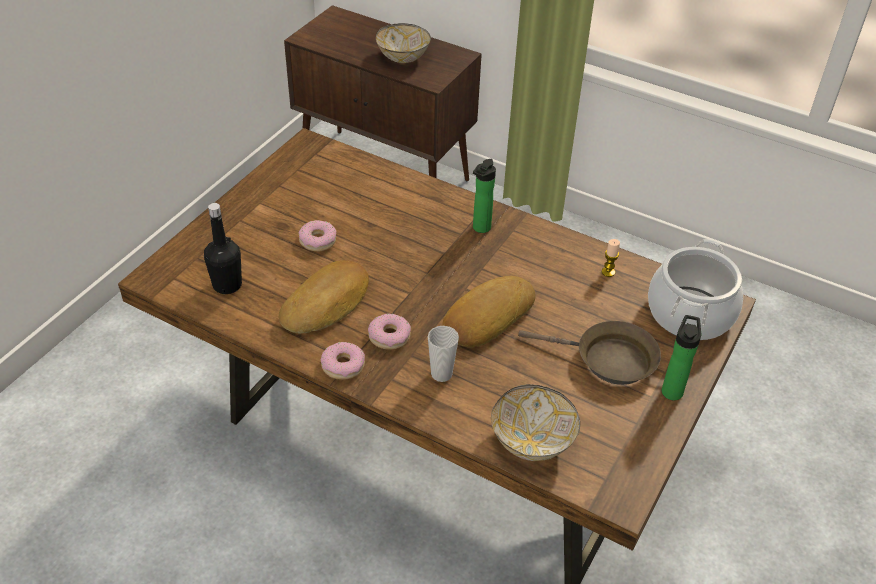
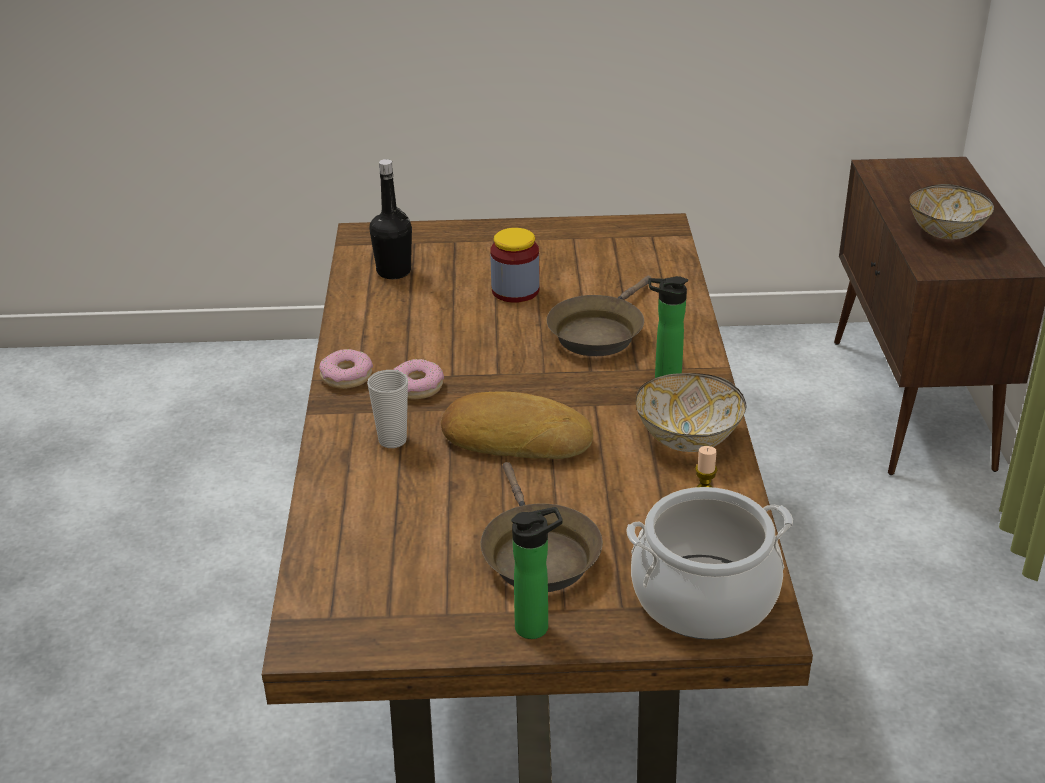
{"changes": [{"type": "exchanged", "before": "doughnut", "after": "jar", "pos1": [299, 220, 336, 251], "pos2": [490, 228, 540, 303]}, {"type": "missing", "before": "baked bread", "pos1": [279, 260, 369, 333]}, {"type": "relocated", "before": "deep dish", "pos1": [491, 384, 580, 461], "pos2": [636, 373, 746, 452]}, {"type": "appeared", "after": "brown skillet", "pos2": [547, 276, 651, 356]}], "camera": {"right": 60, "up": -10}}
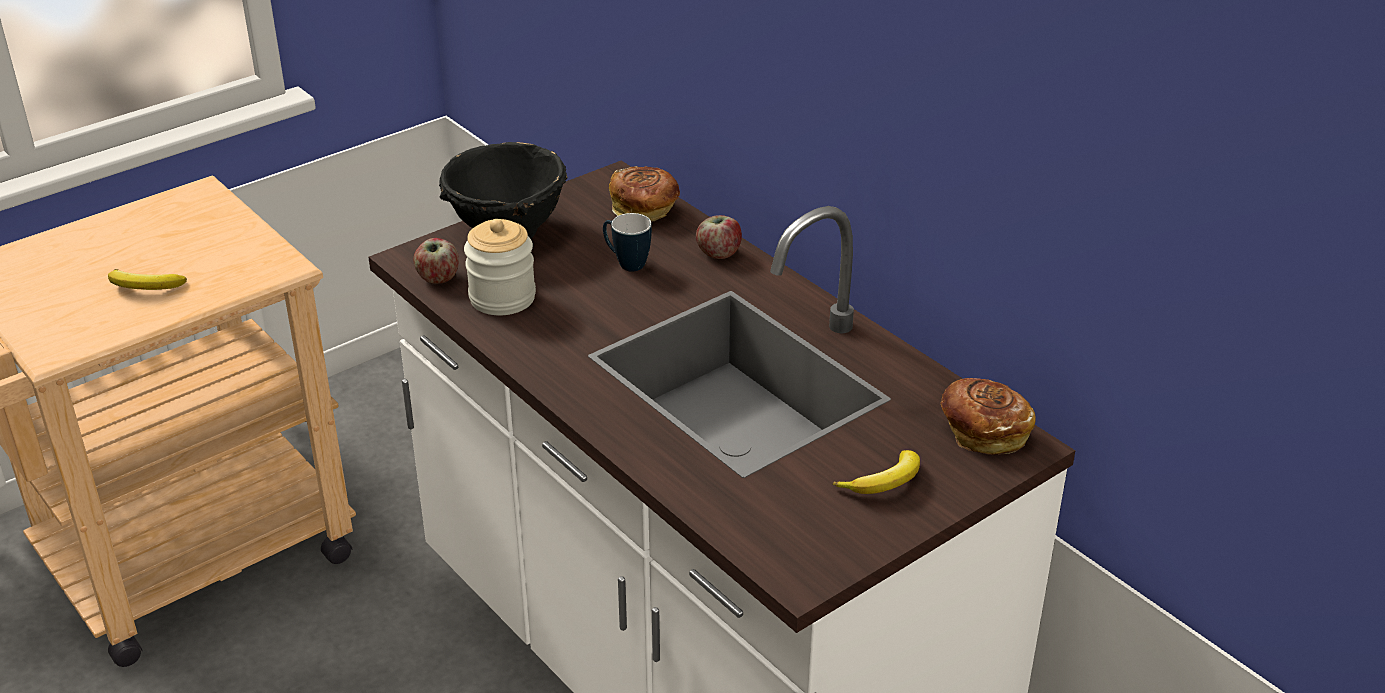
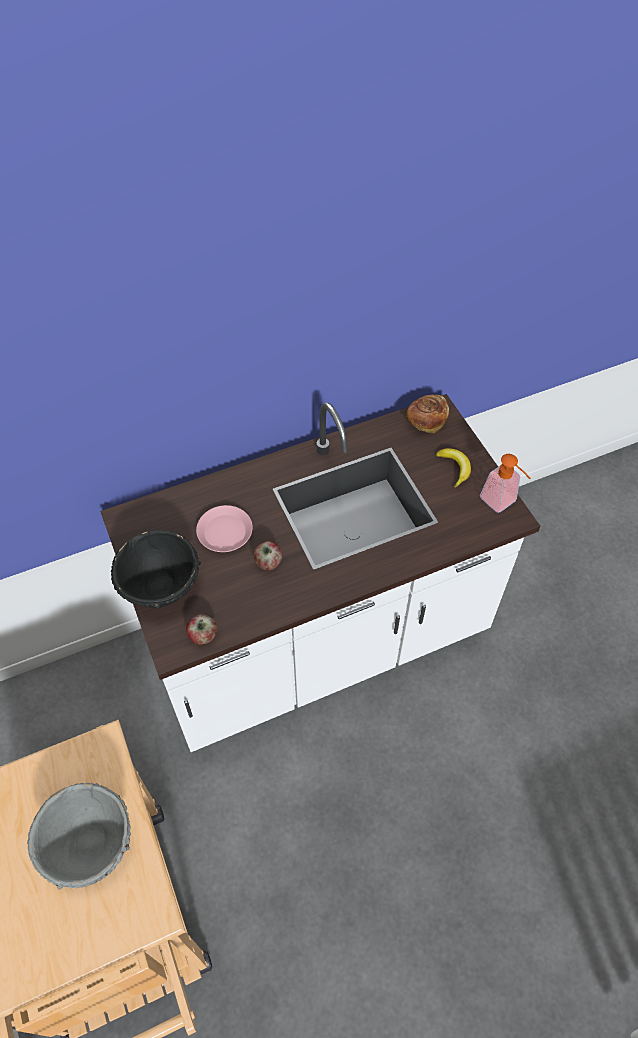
{"changes": [{"type": "missing", "before": "baked bread", "pos1": [609, 166, 680, 221]}, {"type": "exchanged", "before": "tea mug", "after": "pink-coloured dinner plate", "pos1": [603, 213, 652, 272], "pos2": [196, 505, 253, 552]}, {"type": "relocated", "before": "apple fruit", "pos1": [696, 215, 742, 259], "pos2": [254, 541, 282, 571]}, {"type": "missing", "before": "jar", "pos1": [464, 219, 536, 315]}, {"type": "exchanged", "before": "banana", "after": "greyish deep dish", "pos1": [108, 269, 187, 290], "pos2": [27, 783, 131, 890]}, {"type": "appeared", "after": "liquid soap bottle", "pos2": [480, 454, 531, 513]}], "camera": {"right": -75, "up": 20}}
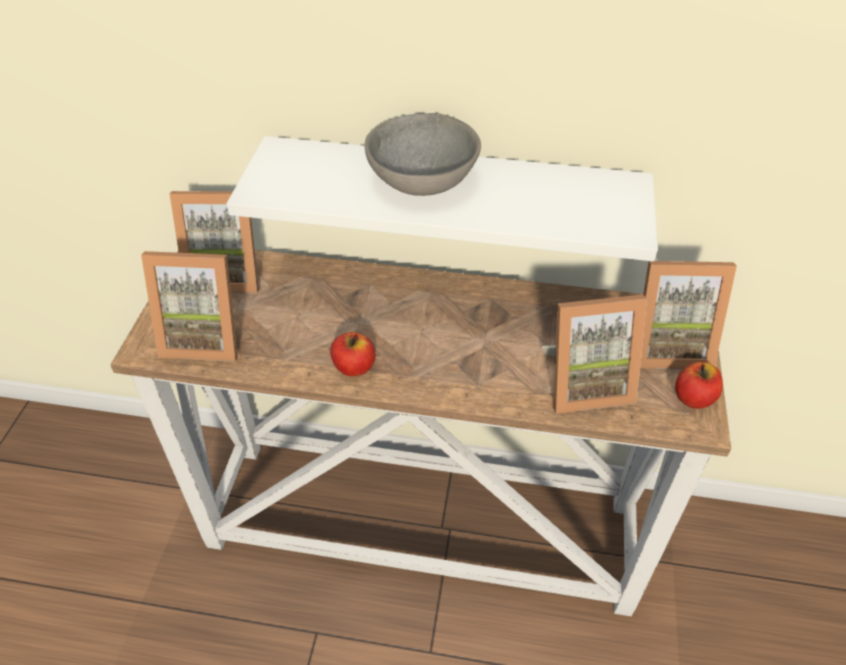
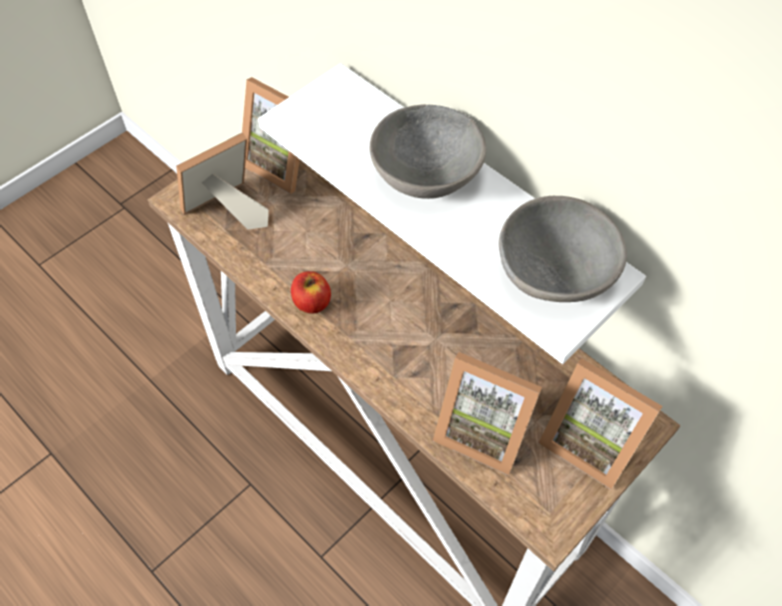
{"changes": [{"type": "spun", "before": "picture frame", "pos1": [141, 251, 238, 362], "pos2": [176, 132, 269, 230], "turn": 105}, {"type": "missing", "before": "apple fruit", "pos1": [675, 362, 723, 409]}, {"type": "appeared", "after": "greyish deep dish", "pos2": [499, 196, 627, 302]}], "camera": {"right": 35, "up": 10}}
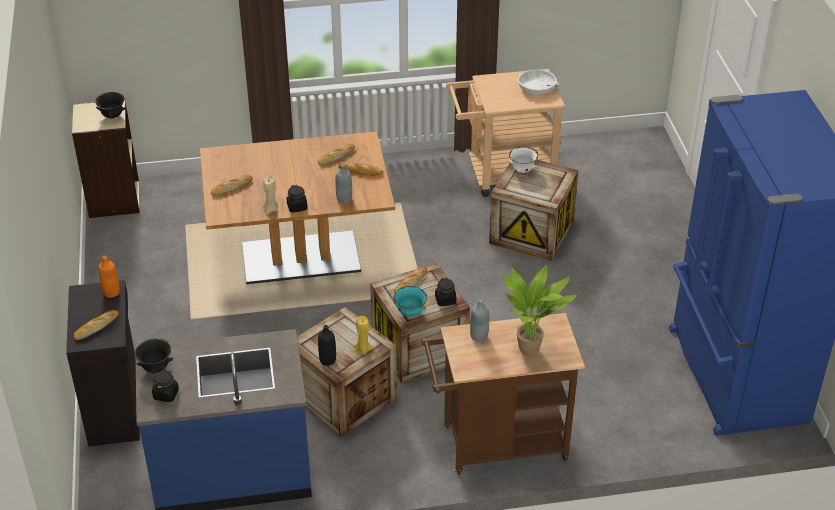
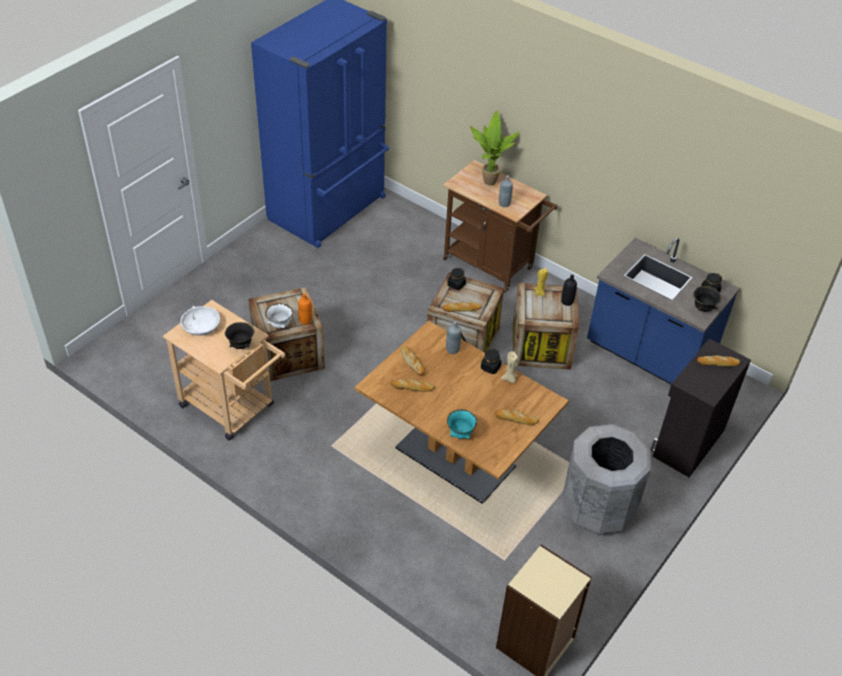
{"changes": [{"type": "relocated", "before": "blackish deep dish", "pos1": [95, 92, 126, 119], "pos2": [225, 322, 255, 349]}, {"type": "relocated", "before": "orange beverage bottle", "pos1": [98, 256, 120, 298], "pos2": [298, 293, 313, 325]}, {"type": "relocated", "before": "blue-green deep dish", "pos1": [394, 286, 428, 316], "pos2": [447, 409, 477, 439]}, {"type": "appeared", "after": "greyish rubbish bin", "pos2": [563, 424, 651, 536]}], "camera": {"right": -135, "up": 5}}
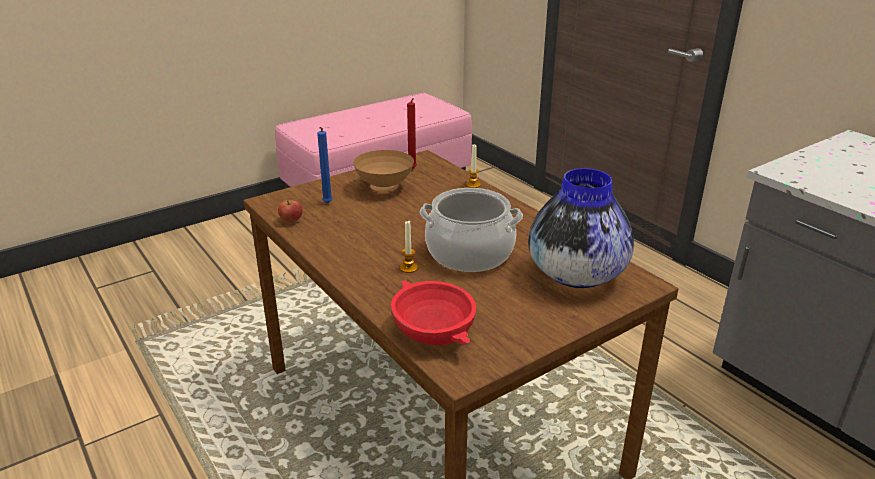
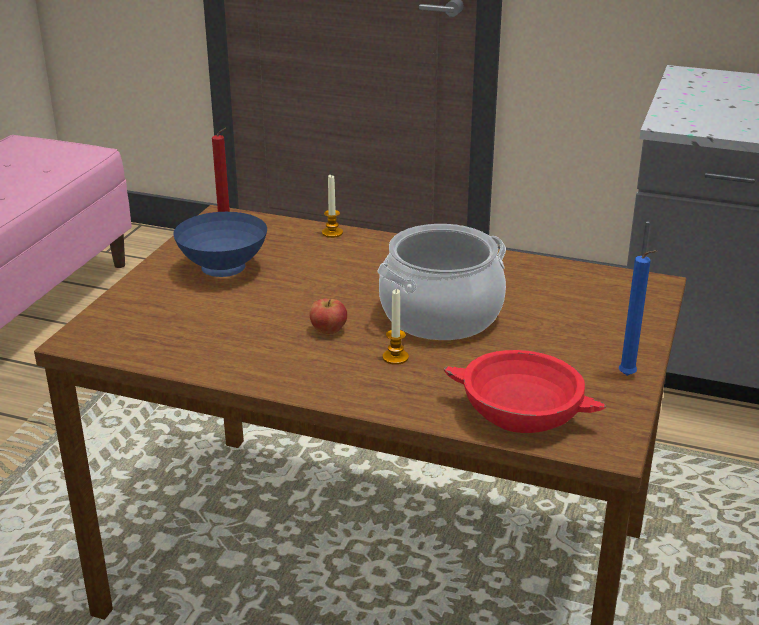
{"changes": [{"type": "relocated", "before": "blue-coloured wax candle", "pos1": [317, 127, 333, 203], "pos2": [619, 250, 657, 376]}, {"type": "colour", "before": "brown deep dish", "after": "blue-coloured deep dish", "pos1": [353, 150, 414, 192], "pos2": [173, 212, 267, 277]}, {"type": "missing", "before": "flower vase", "pos1": [528, 168, 634, 288]}, {"type": "relocated", "before": "apple fruit", "pos1": [278, 200, 302, 223], "pos2": [309, 299, 347, 334]}], "camera": {"right": -35, "up": 0}}
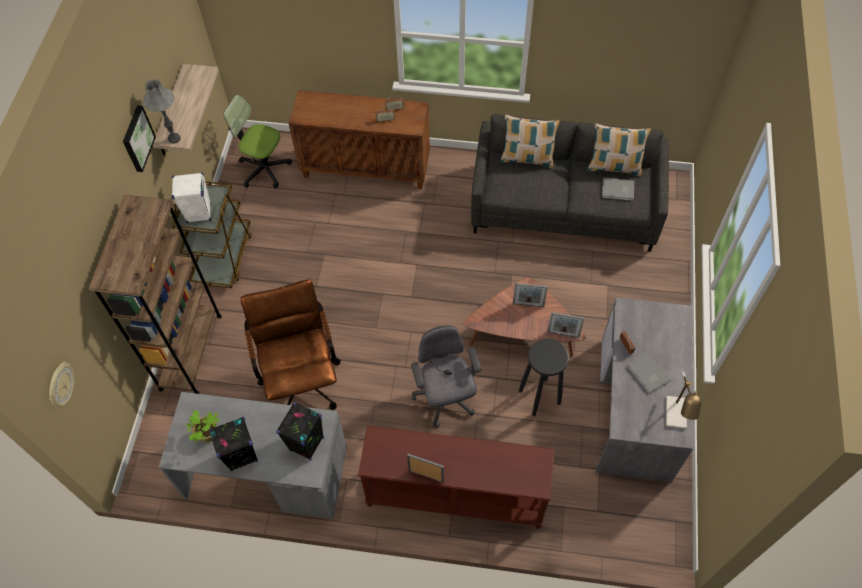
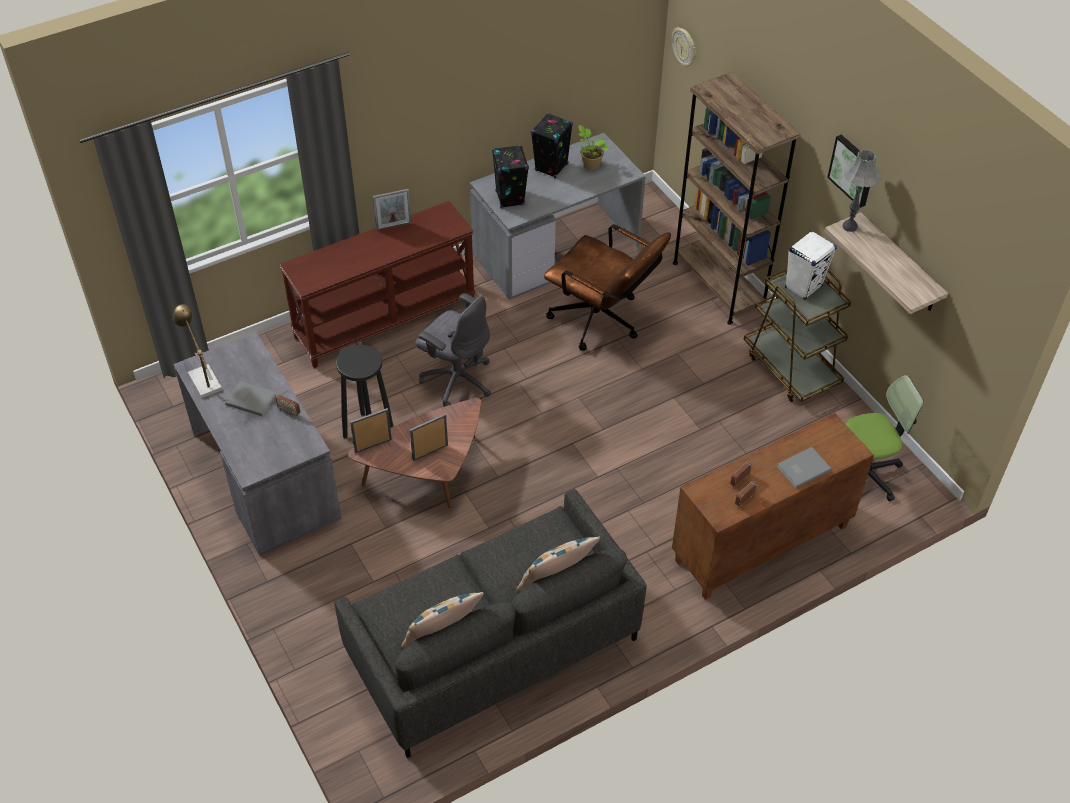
{"changes": [{"type": "relocated", "before": "greyish bound book", "pos1": [602, 178, 634, 201], "pos2": [777, 447, 831, 488]}], "camera": {"right": 140, "up": -10}}
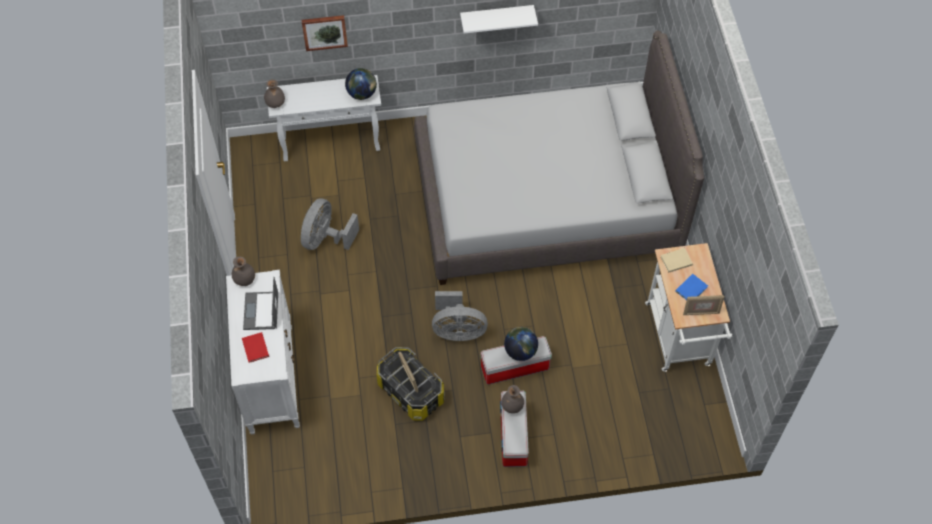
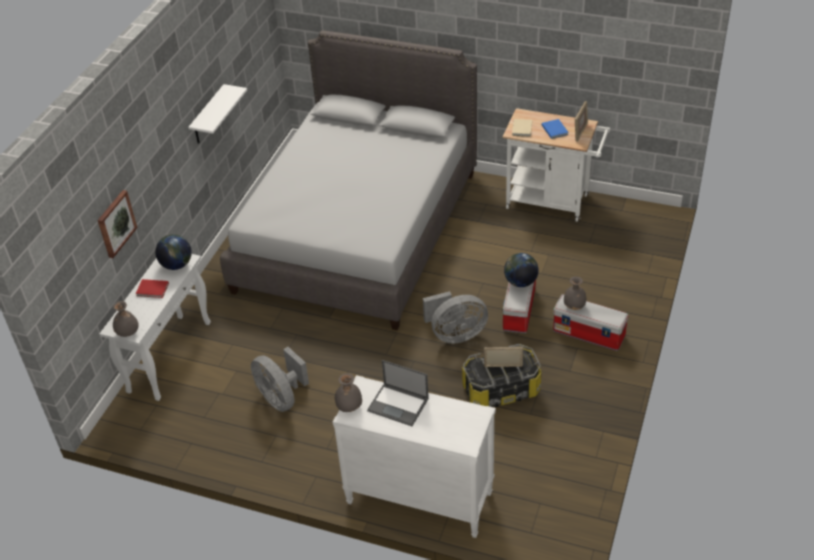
{"changes": [{"type": "spun", "before": "greyish electric fan", "pos1": [432, 291, 488, 341], "pos2": [423, 291, 488, 343], "turn": 45}, {"type": "relocated", "before": "reddish bound book", "pos1": [242, 332, 269, 363], "pos2": [136, 279, 169, 298]}], "camera": {"right": -60, "up": -15}}
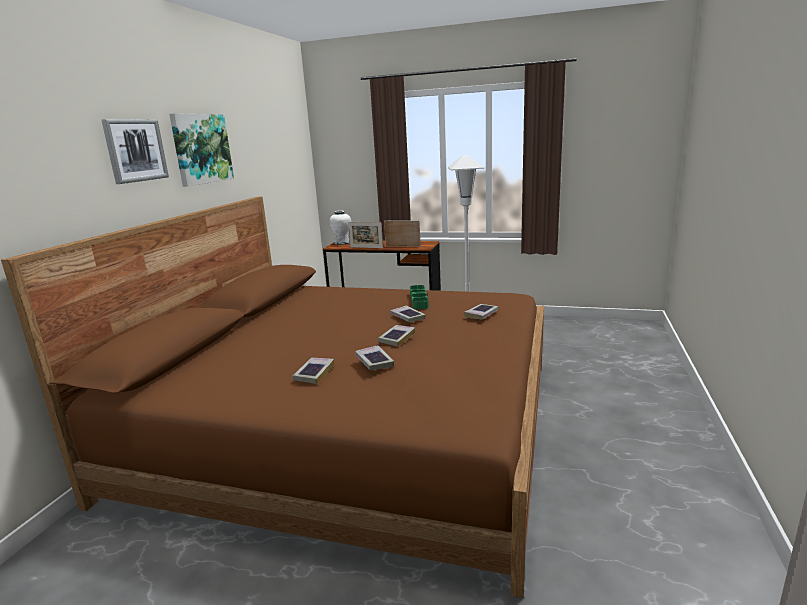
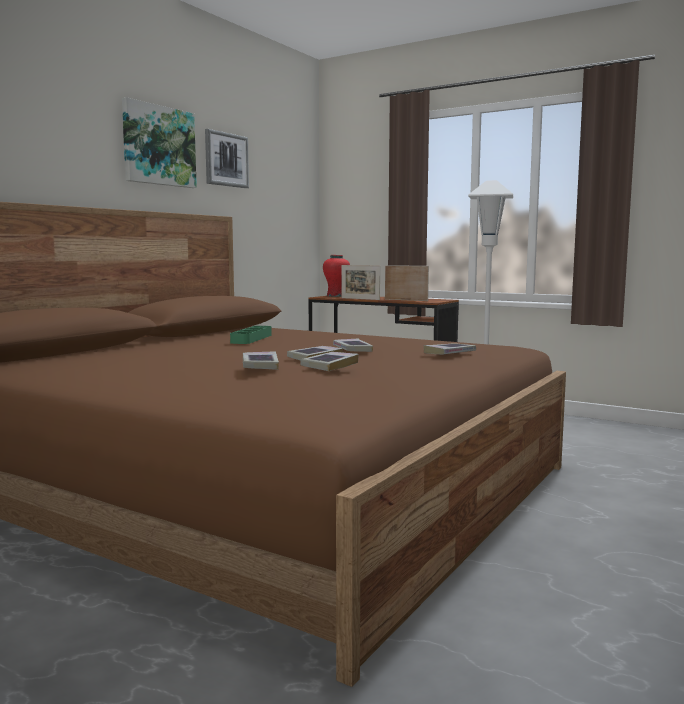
{"changes": [{"type": "relocated", "before": "picture", "pos1": [101, 119, 169, 184], "pos2": [205, 129, 249, 188]}, {"type": "colour", "before": "whitish flower vase", "after": "reddish flower vase", "pos1": [329, 211, 351, 245], "pos2": [323, 255, 350, 297]}, {"type": "relocated", "before": "greenish tray", "pos1": [410, 285, 429, 309], "pos2": [230, 326, 272, 344]}, {"type": "relocated", "before": "bound book", "pos1": [293, 358, 334, 384], "pos2": [300, 352, 359, 371]}], "camera": {"right": 15, "up": -10}}
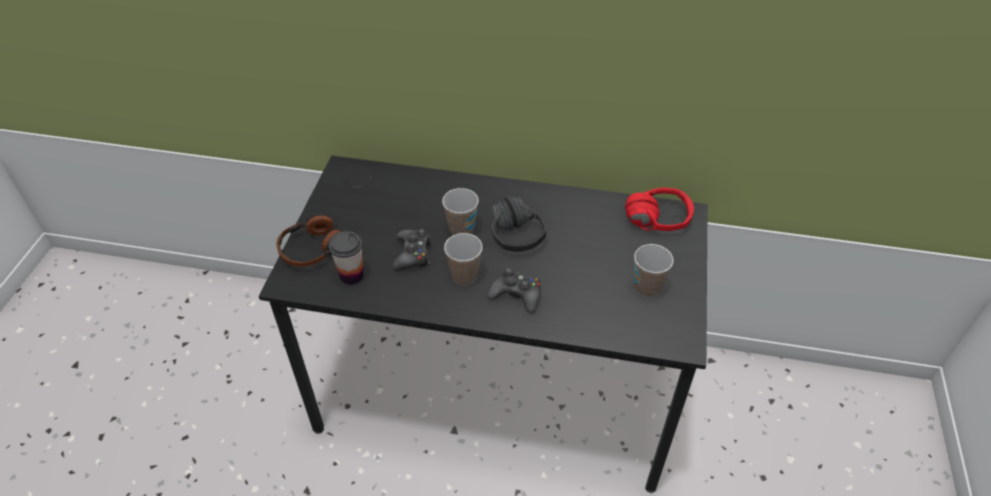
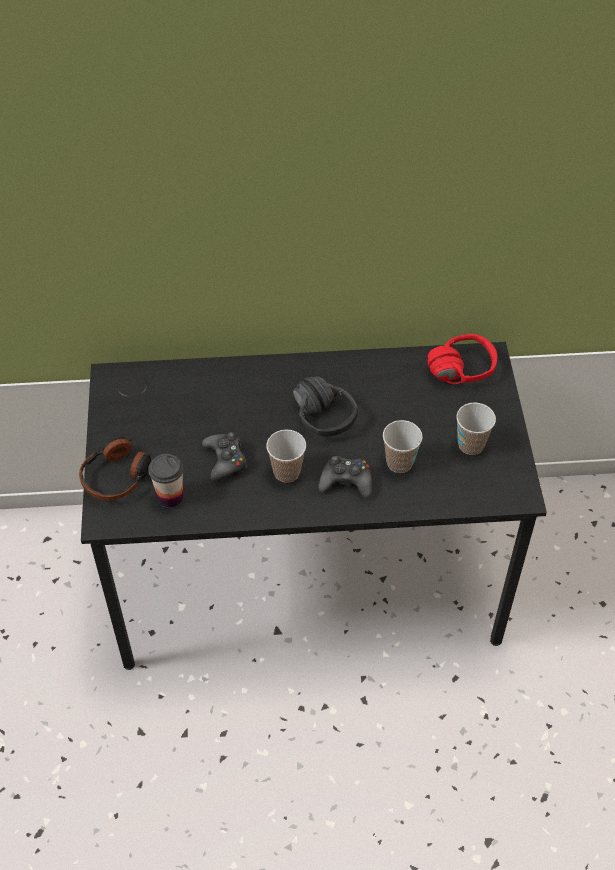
{"changes": [{"type": "relocated", "before": "drinking cup", "pos1": [442, 188, 479, 235], "pos2": [383, 420, 423, 473]}], "camera": {"right": -15, "up": 5}}
